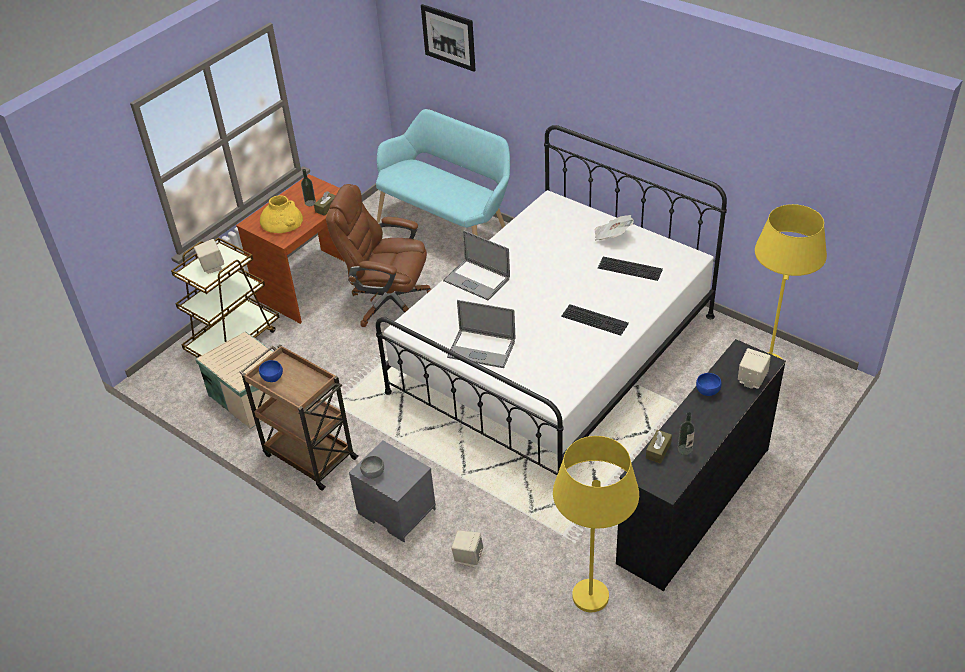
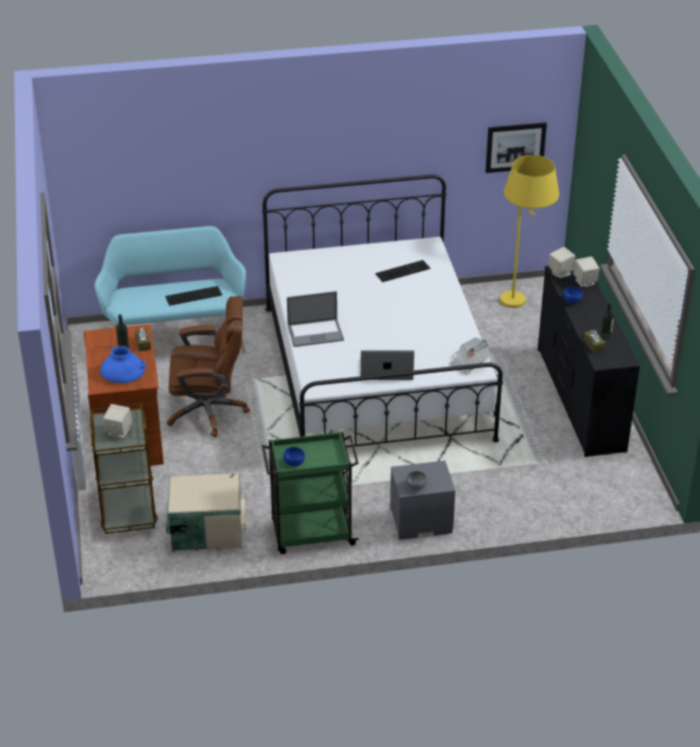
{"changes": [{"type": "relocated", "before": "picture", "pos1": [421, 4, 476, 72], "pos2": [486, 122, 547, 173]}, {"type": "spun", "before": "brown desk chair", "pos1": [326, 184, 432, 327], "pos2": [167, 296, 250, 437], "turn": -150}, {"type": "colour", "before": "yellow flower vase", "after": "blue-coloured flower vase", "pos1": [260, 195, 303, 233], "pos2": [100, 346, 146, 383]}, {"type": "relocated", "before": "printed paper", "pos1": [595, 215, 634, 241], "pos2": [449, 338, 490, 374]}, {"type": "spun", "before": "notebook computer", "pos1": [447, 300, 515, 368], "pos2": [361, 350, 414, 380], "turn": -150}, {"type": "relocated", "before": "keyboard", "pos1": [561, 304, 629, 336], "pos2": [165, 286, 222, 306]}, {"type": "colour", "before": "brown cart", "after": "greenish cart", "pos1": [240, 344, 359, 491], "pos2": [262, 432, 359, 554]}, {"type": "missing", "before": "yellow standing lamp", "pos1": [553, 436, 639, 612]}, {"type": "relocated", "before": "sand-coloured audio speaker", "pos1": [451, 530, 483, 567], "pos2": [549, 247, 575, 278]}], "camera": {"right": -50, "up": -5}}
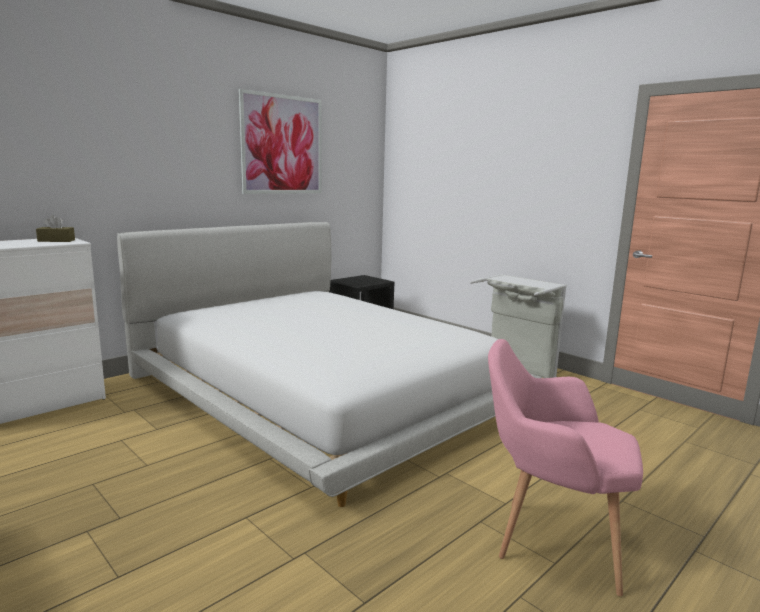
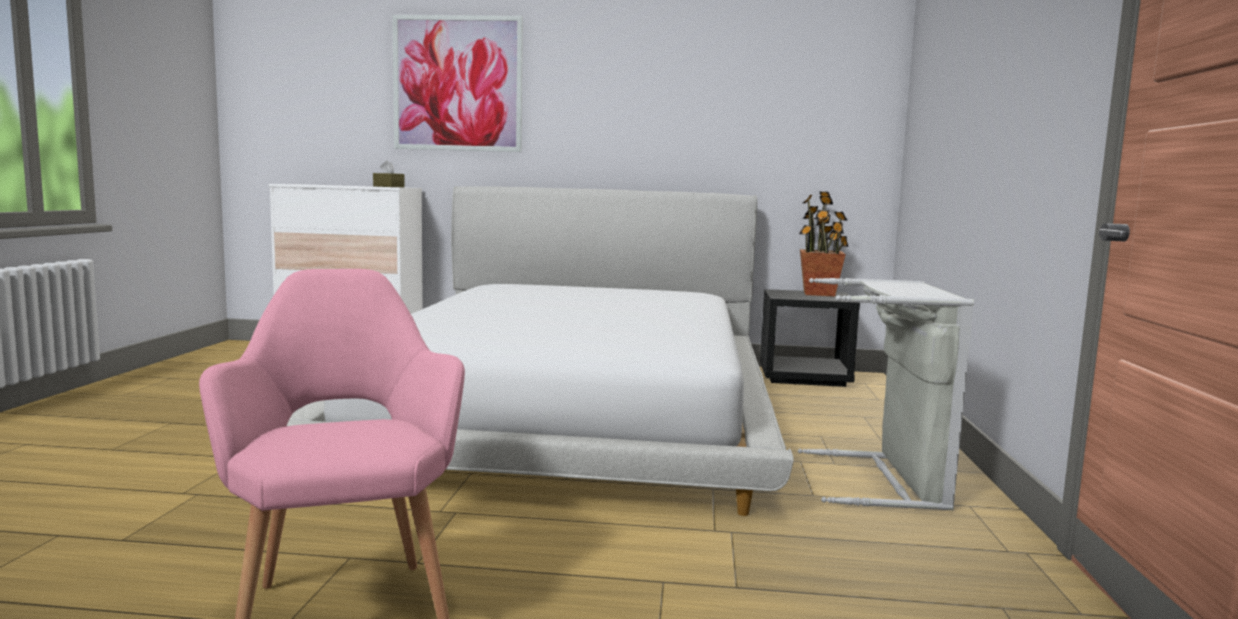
{"changes": [{"type": "relocated", "before": "picture", "pos1": [239, 89, 322, 194], "pos2": [392, 15, 523, 152]}, {"type": "appeared", "after": "houseplant", "pos2": [799, 192, 848, 297]}], "camera": {"right": 50, "up": -5}}
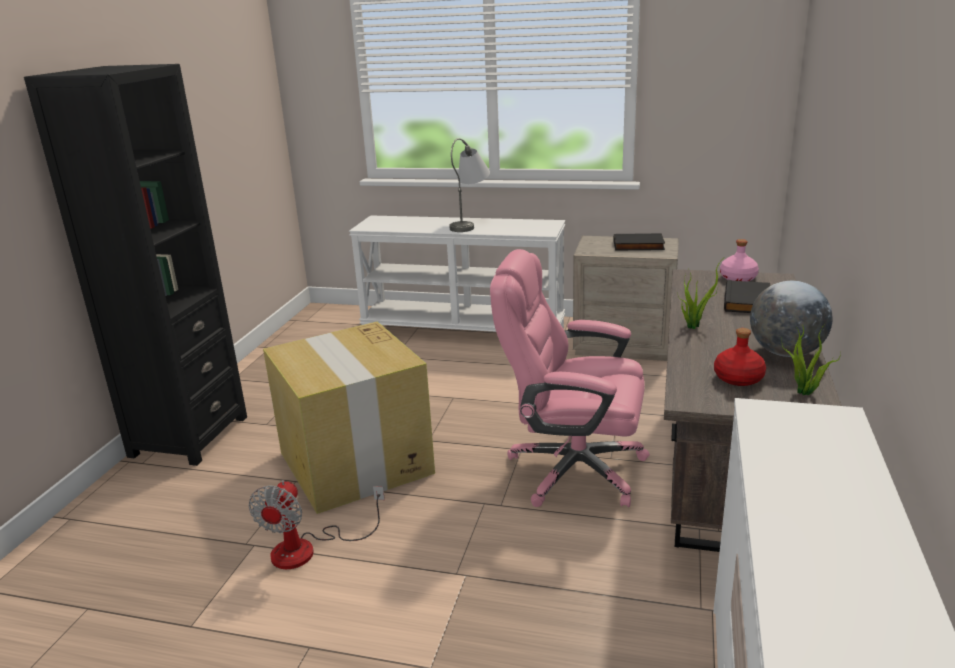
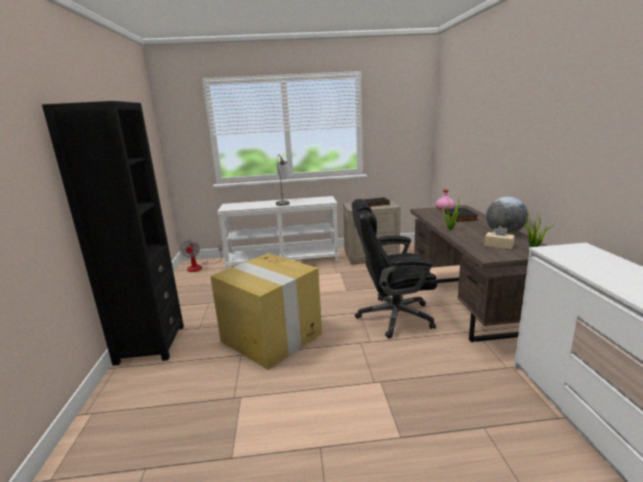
{"changes": [{"type": "colour", "before": "pink-coloured desk chair", "after": "blackish desk chair", "pos1": [490, 249, 650, 507], "pos2": [352, 199, 437, 339]}, {"type": "exchanged", "before": "reddish beverage bottle", "after": "sand-coloured tissue holder", "pos1": [714, 328, 766, 386], "pos2": [484, 226, 515, 249]}, {"type": "relocated", "before": "electric fan", "pos1": [249, 480, 385, 569], "pos2": [180, 240, 223, 272]}], "camera": {"right": -20, "up": -5}}
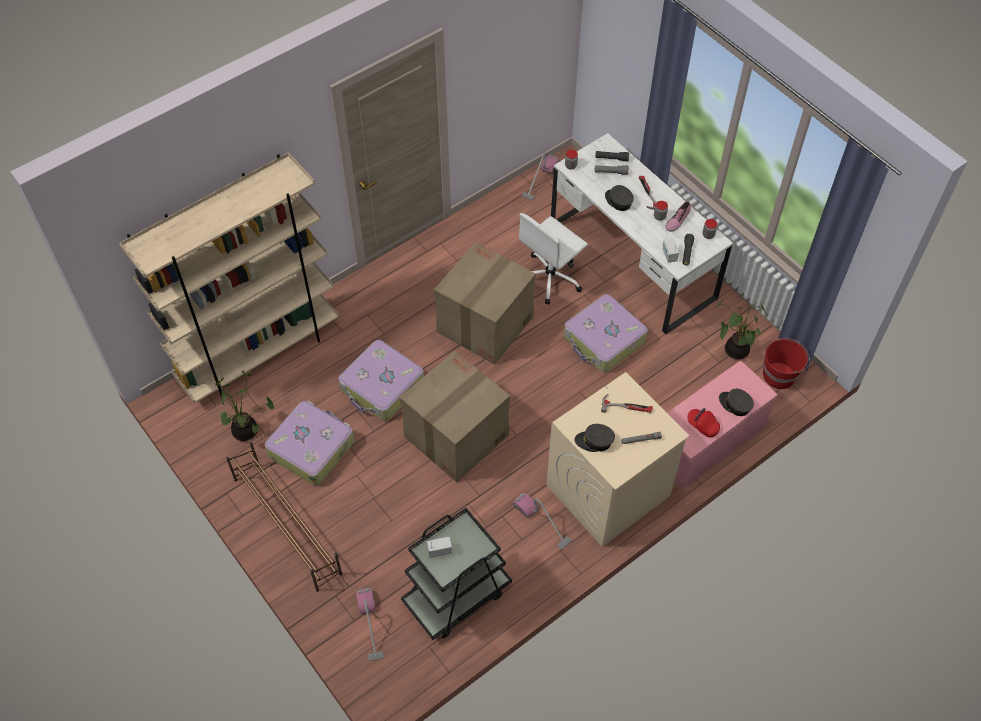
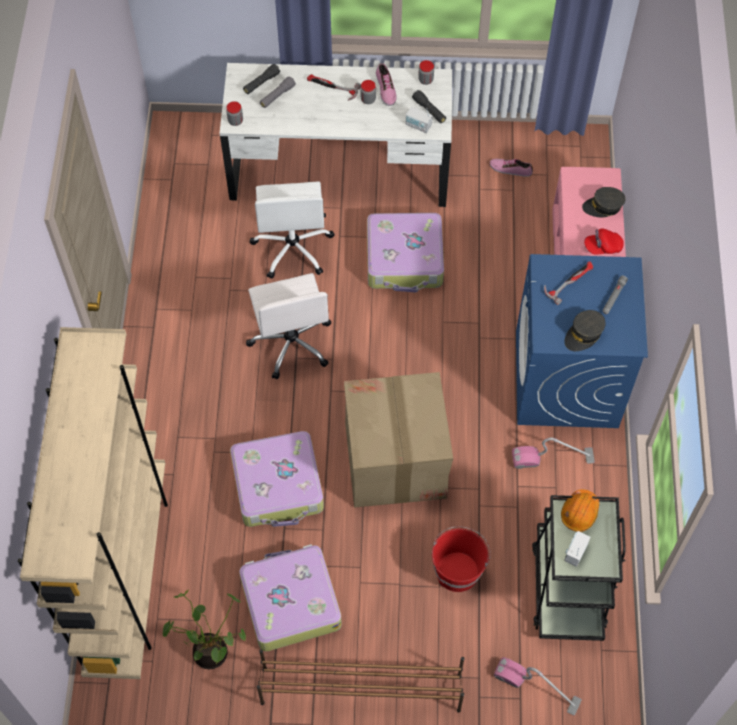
{"changes": [{"type": "missing", "before": "vacuum cleaner", "pos1": [522, 153, 560, 200]}, {"type": "missing", "before": "greyish peaked cap", "pos1": [605, 185, 634, 211]}, {"type": "exchanged", "before": "carton", "after": "whitish desk chair", "pos1": [434, 242, 536, 365], "pos2": [246, 273, 331, 379]}, {"type": "exchanged", "before": "houseplant", "after": "item of footwear", "pos1": [716, 300, 767, 360], "pos2": [490, 159, 533, 177]}, {"type": "relocated", "before": "reddish pail", "pos1": [763, 338, 810, 389], "pos2": [432, 526, 491, 592]}, {"type": "colour", "before": "sand-coloured laundry appliance", "after": "blue-coloured laundry appliance", "pos1": [547, 372, 689, 547], "pos2": [516, 254, 648, 428]}, {"type": "appeared", "after": "orange safety helmet", "pos2": [561, 489, 599, 532]}], "camera": {"right": -50, "up": 5}}
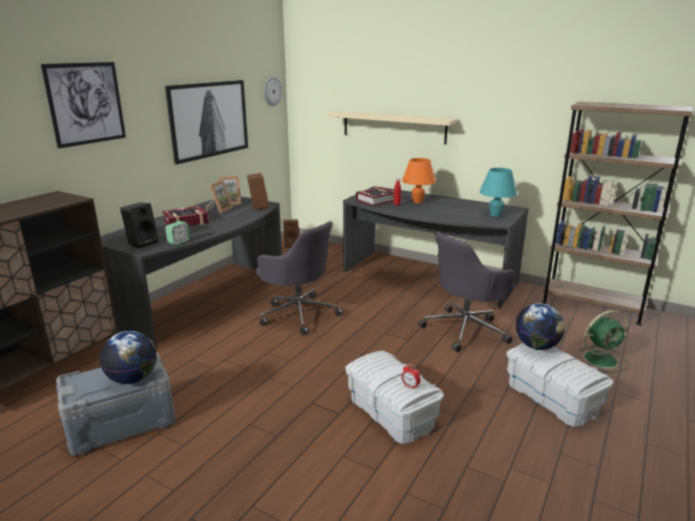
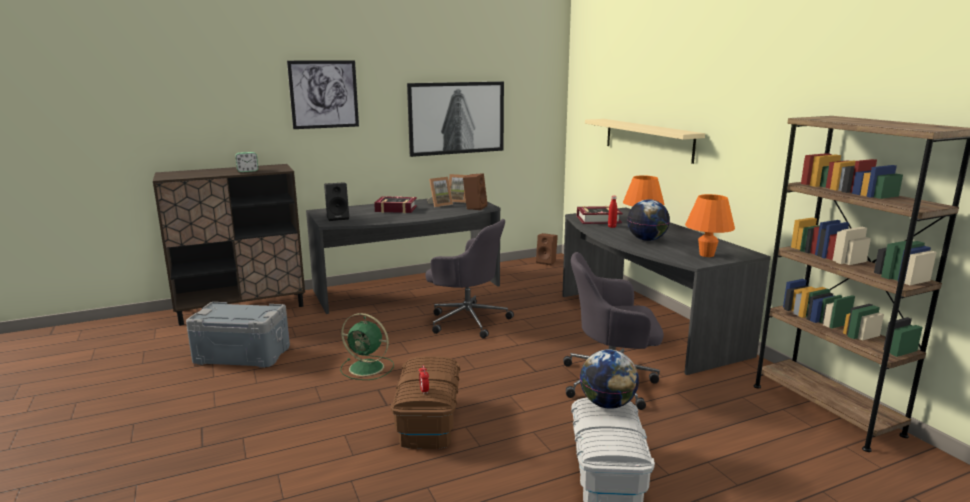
{"changes": [{"type": "missing", "before": "hanging clock", "pos1": [264, 77, 282, 106]}, {"type": "colour", "before": "blue-green lamp for a table", "after": "orange lamp for a table", "pos1": [480, 168, 517, 217], "pos2": [685, 194, 735, 257]}, {"type": "relocated", "before": "table clock", "pos1": [165, 221, 190, 245], "pos2": [235, 152, 258, 172]}, {"type": "spun", "before": "greyish desk chair", "pos1": [256, 221, 343, 335], "pos2": [425, 219, 514, 339], "turn": -45}, {"type": "relocated", "before": "greenish electric fan", "pos1": [575, 310, 629, 373], "pos2": [340, 313, 394, 380]}, {"type": "relocated", "before": "globe", "pos1": [100, 331, 156, 384], "pos2": [627, 199, 670, 241]}, {"type": "colour", "before": "whitish storage bin", "after": "brown storage bin", "pos1": [345, 351, 444, 444], "pos2": [391, 356, 460, 449]}], "camera": {"right": 35, "up": -5}}
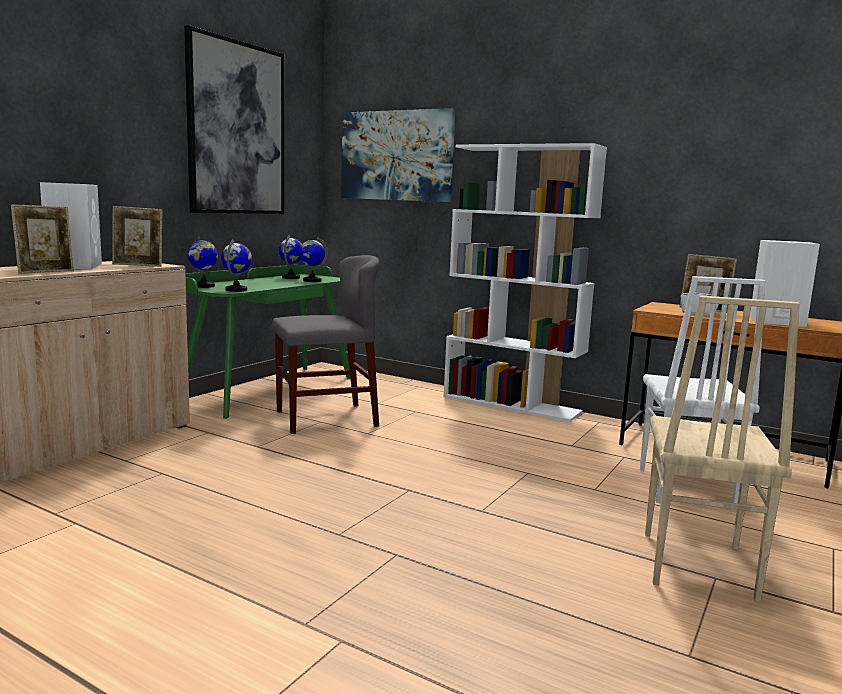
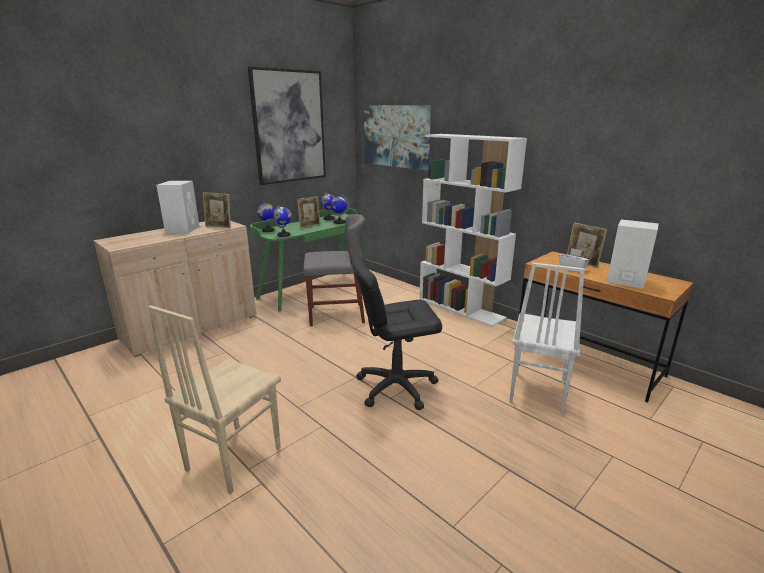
{"changes": [{"type": "relocated", "before": "picture frame", "pos1": [11, 204, 74, 274], "pos2": [297, 196, 320, 228]}, {"type": "relocated", "before": "sand-coloured chair", "pos1": [645, 296, 800, 602], "pos2": [148, 305, 281, 494]}, {"type": "appeared", "after": "blackish desk chair", "pos2": [351, 257, 442, 410]}], "camera": {"right": 15, "up": 10}}
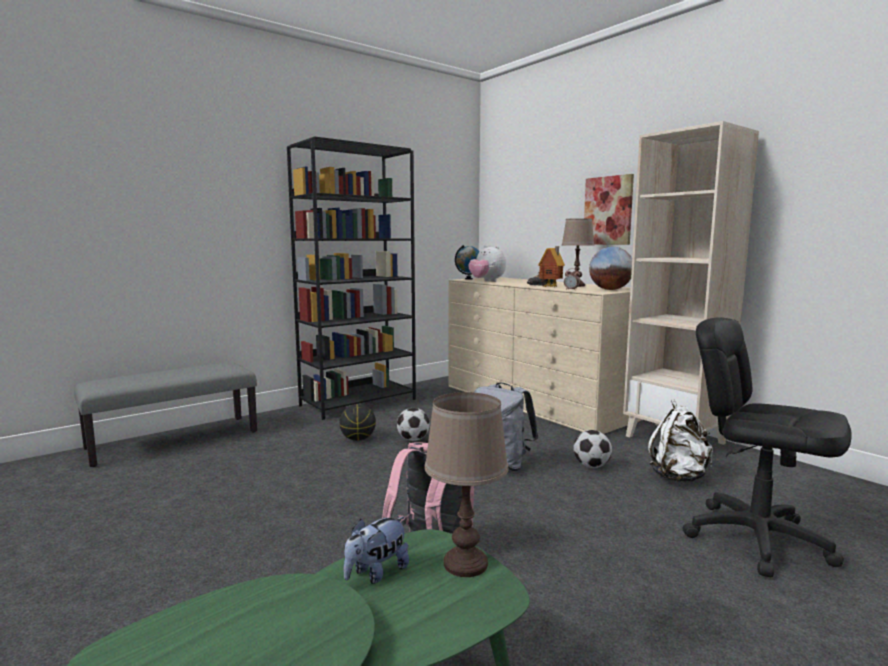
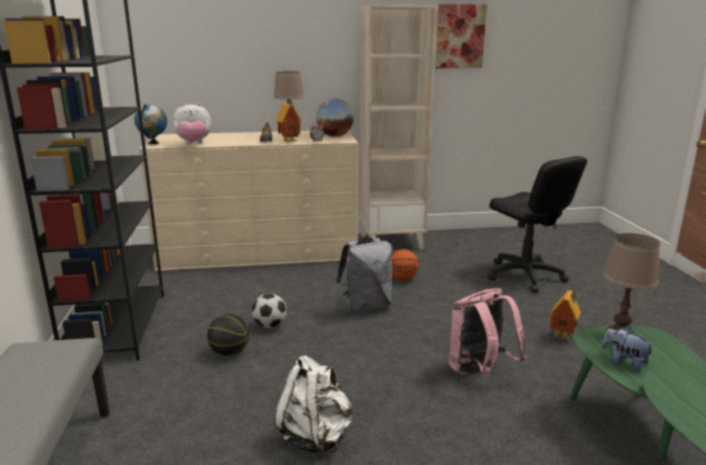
{"changes": [{"type": "relocated", "before": "picture", "pos1": [584, 174, 634, 245], "pos2": [436, 4, 487, 68]}, {"type": "spun", "before": "blackish desk chair", "pos1": [682, 317, 852, 578], "pos2": [487, 156, 587, 292], "turn": -105}, {"type": "relocated", "before": "whitish backpack", "pos1": [648, 399, 713, 482], "pos2": [274, 356, 352, 455]}, {"type": "exchanged", "before": "football", "after": "basketball", "pos1": [573, 430, 612, 468], "pos2": [391, 249, 419, 281]}, {"type": "spun", "before": "soft toy", "pos1": [344, 516, 409, 584], "pos2": [601, 327, 655, 372], "turn": 150}, {"type": "appeared", "after": "model house", "pos2": [550, 291, 581, 340]}], "camera": {"right": -60, "up": 10}}
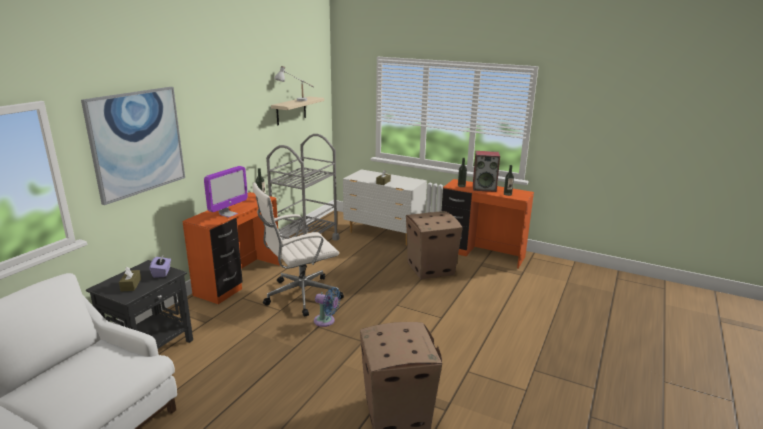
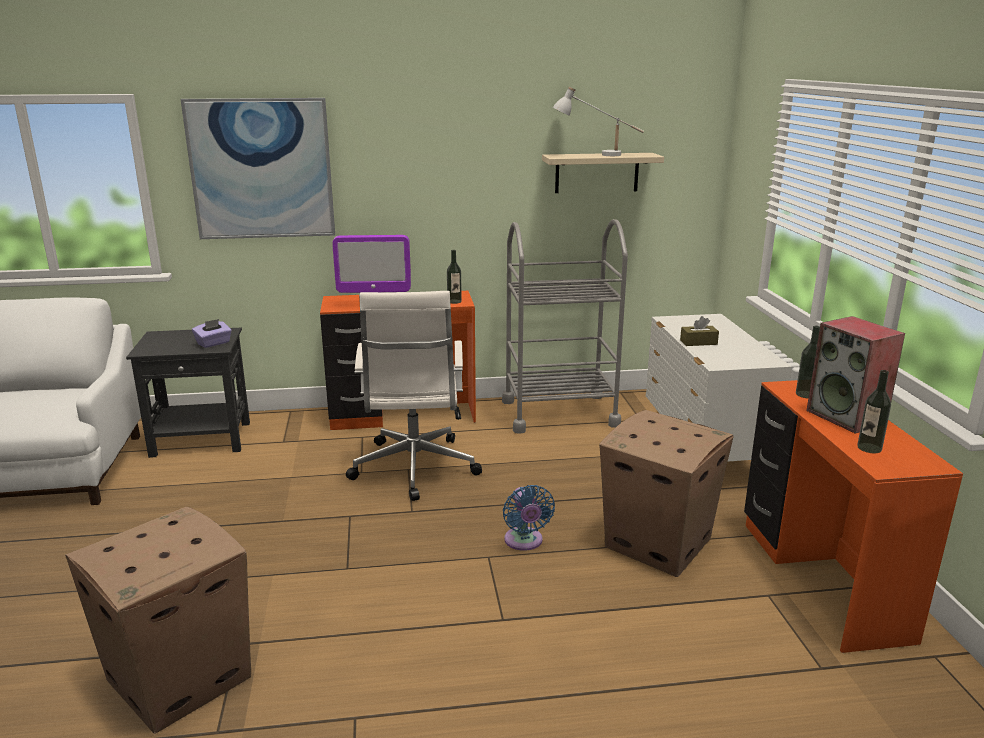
{"changes": [{"type": "spun", "before": "whitish desk chair", "pos1": [253, 182, 344, 317], "pos2": [346, 291, 482, 501], "turn": -120}, {"type": "missing", "before": "brown tissue holder", "pos1": [119, 267, 141, 292]}, {"type": "relocated", "before": "blue-coloured electric fan", "pos1": [314, 287, 341, 327], "pos2": [503, 485, 555, 551]}], "camera": {"right": 55, "up": 0}}
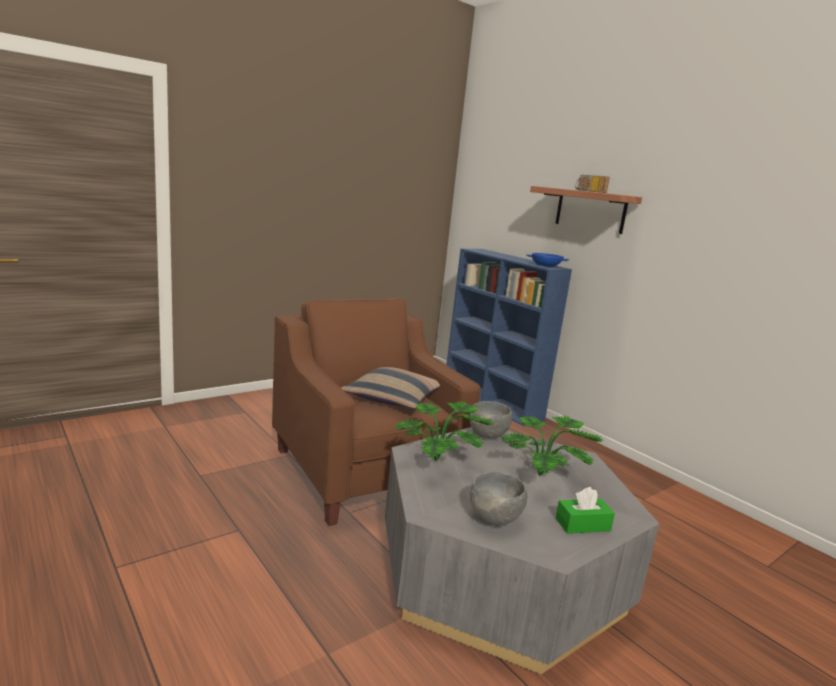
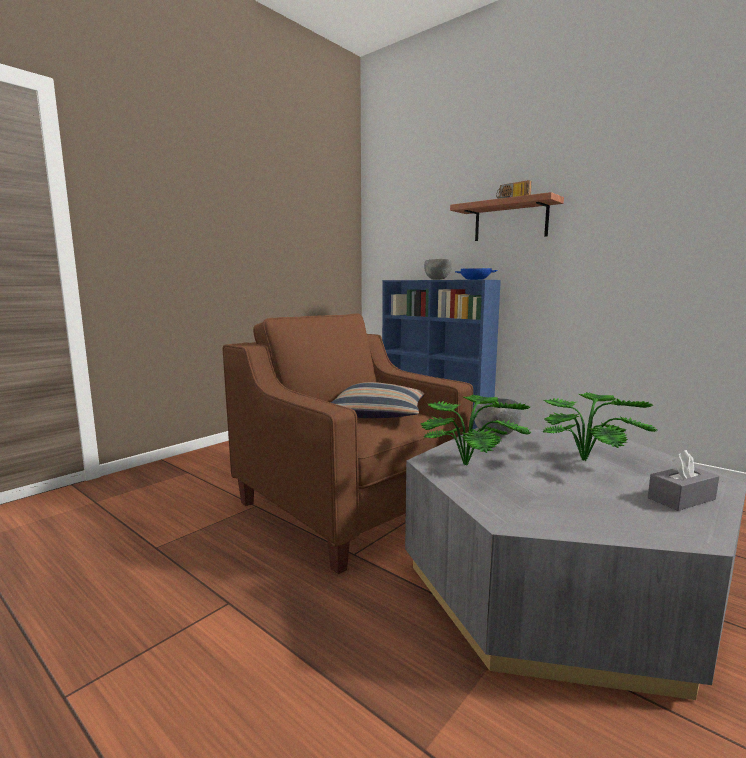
{"changes": [{"type": "relocated", "before": "greyish deep dish", "pos1": [470, 472, 527, 526], "pos2": [424, 259, 452, 280]}, {"type": "colour", "before": "greenish tissue holder", "after": "greyish tissue holder", "pos1": [555, 487, 615, 534], "pos2": [648, 450, 719, 511]}], "camera": {"right": -10, "up": -5}}
